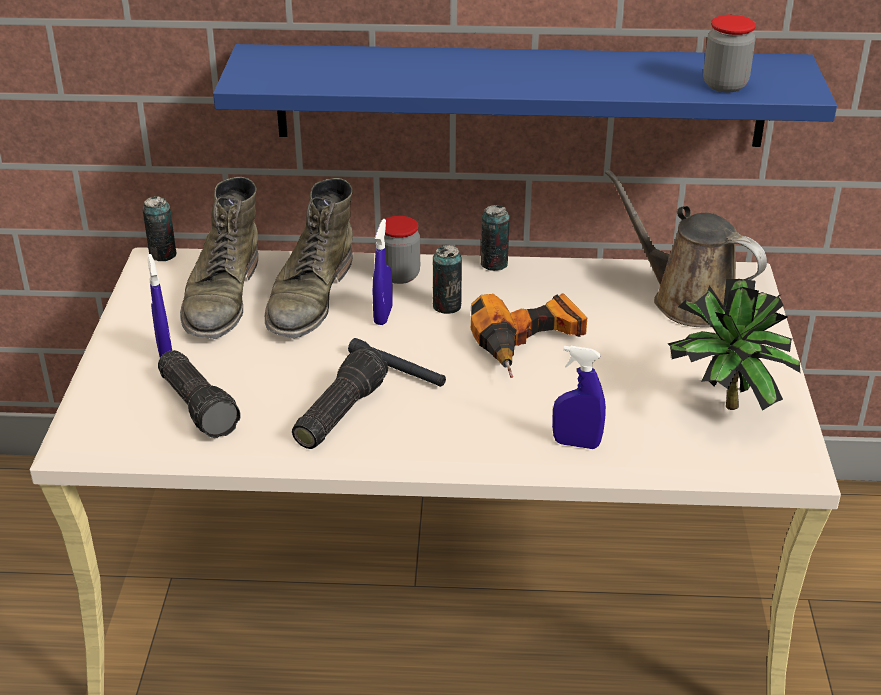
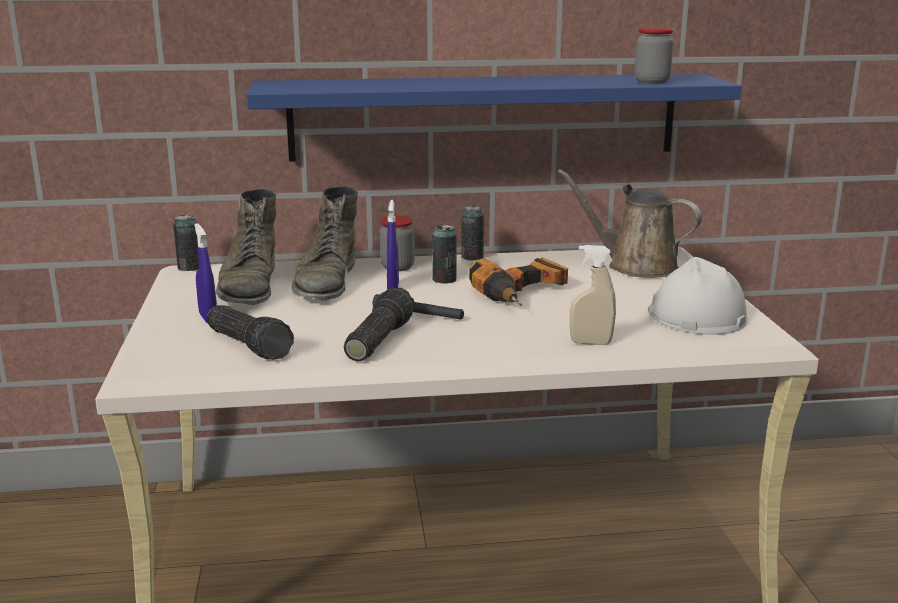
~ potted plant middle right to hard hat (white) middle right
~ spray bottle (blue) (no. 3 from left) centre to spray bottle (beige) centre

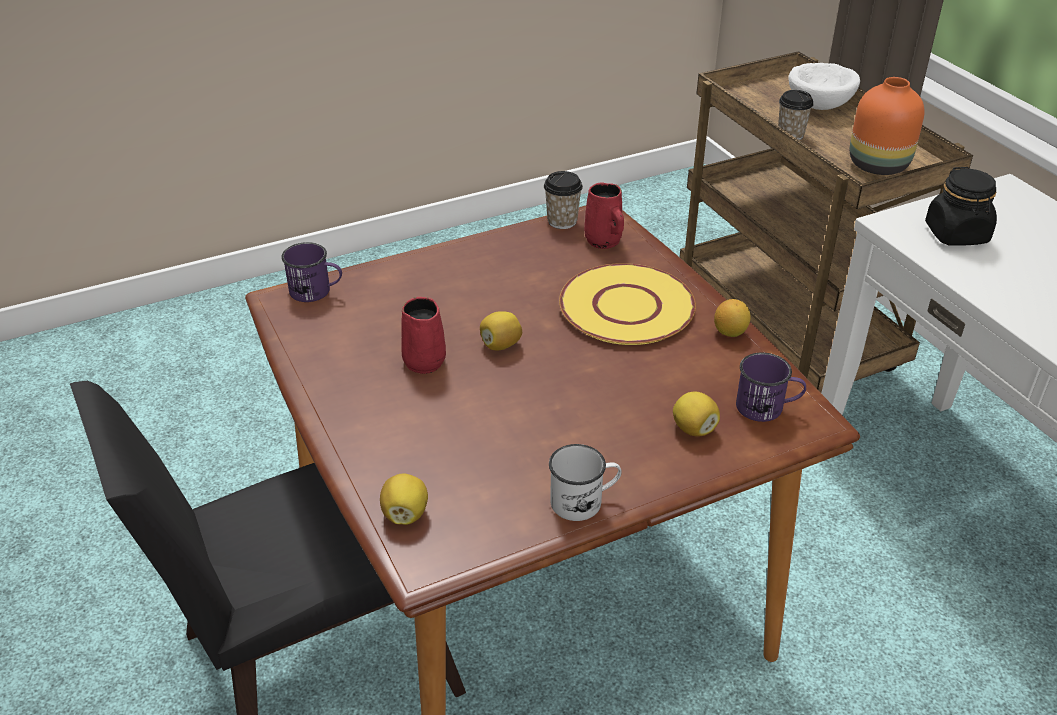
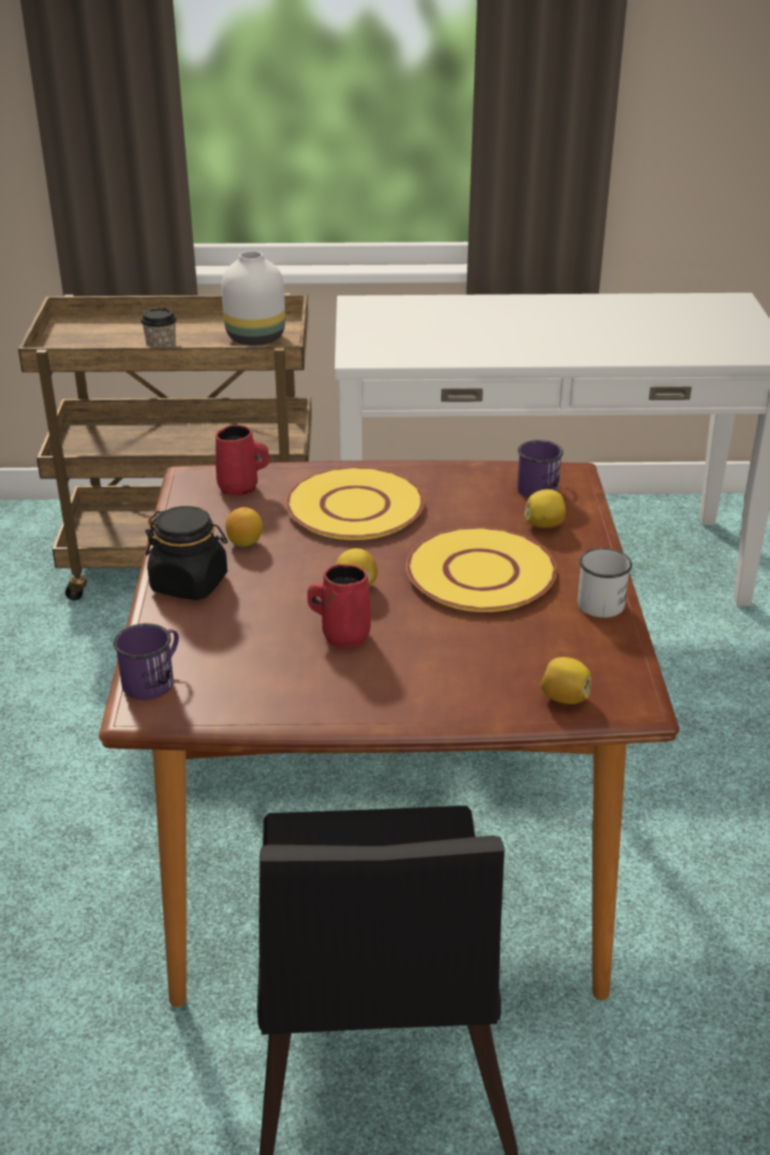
- cup (no. 1 from left) top centre
- bowl (white) top right
+ plate (yellow) (no. 2 from left) centre
~ lemon (no. 4 from left in the first image) middle right to lemon (no. 1 from left) middle left
~ jar (black) top right to middle left
~ vase (orange) top right to vase (white) top left

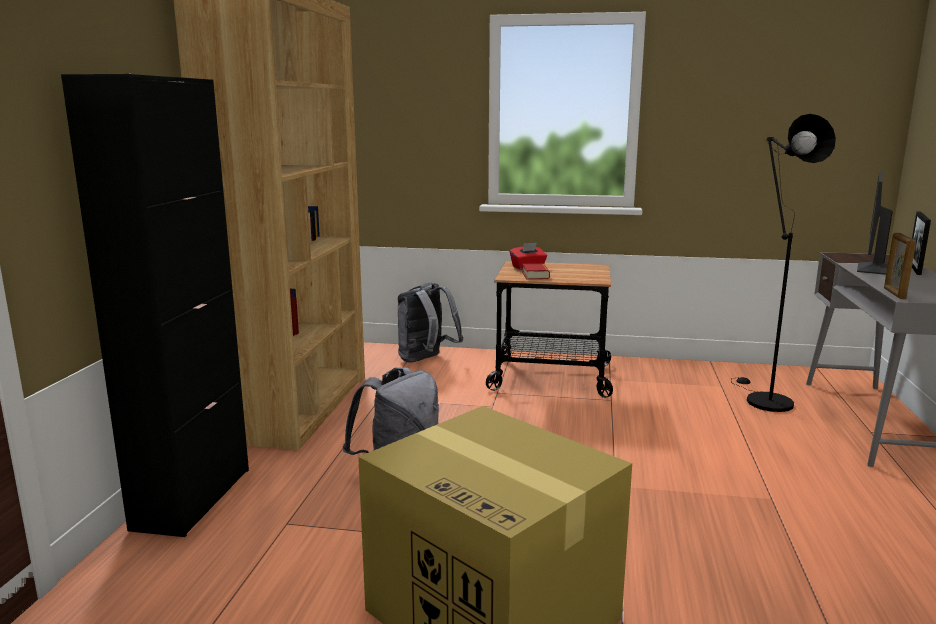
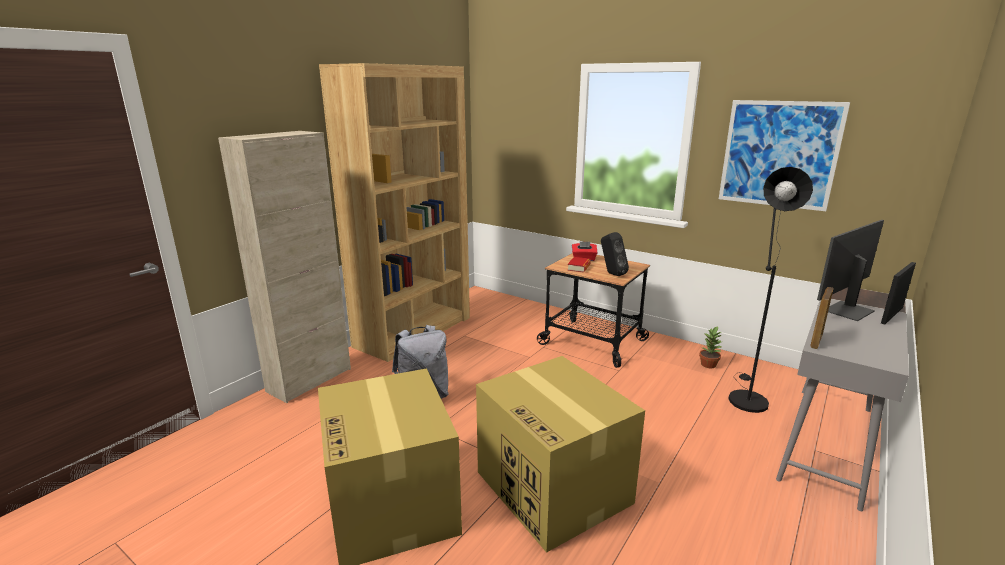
- backpack (grey) (no. 2 from left) centre
+ cardboard box (no. 2 from left) bottom centre
+ speaker (black) centre
+ potted plant middle right
+ picture top right
~ cabinet (black) middle left to cabinet (beige) middle left

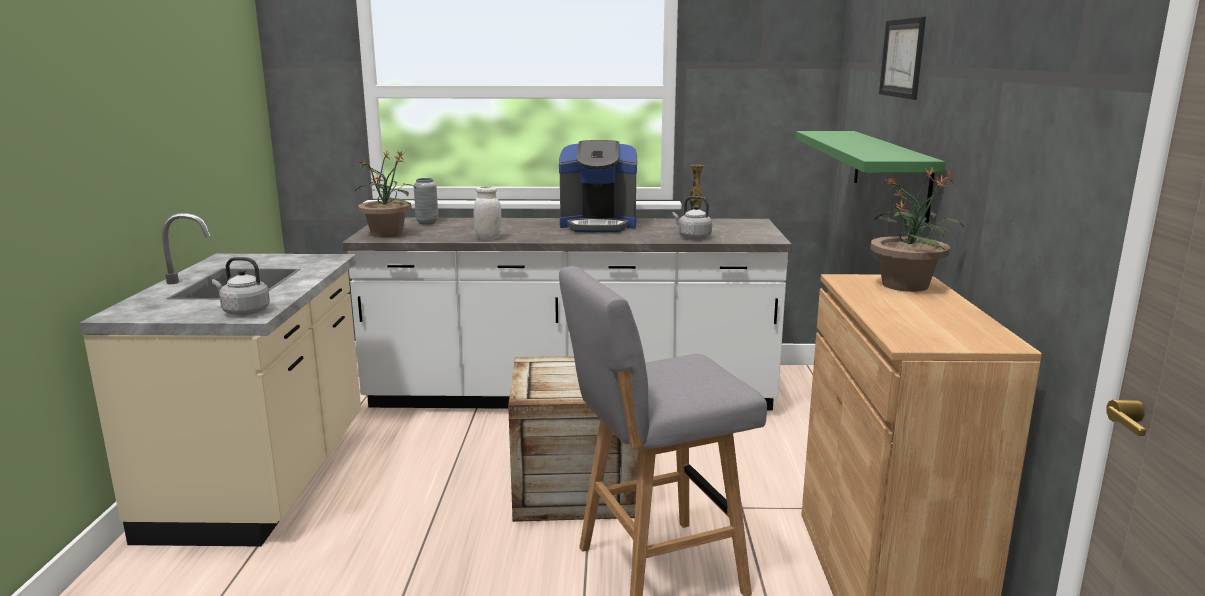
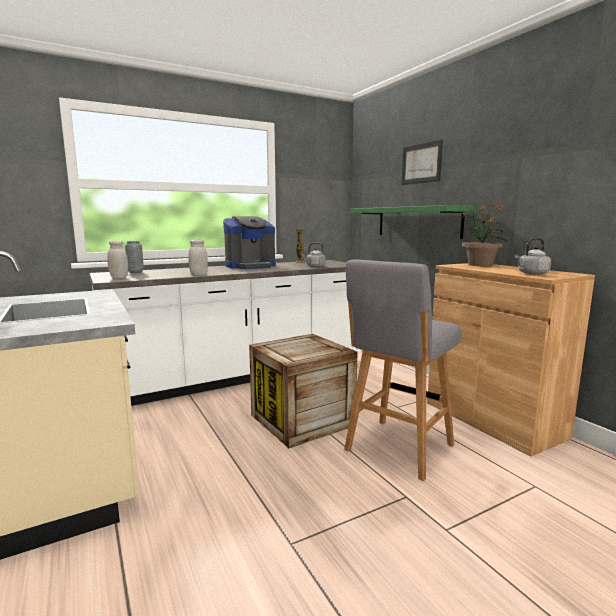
~ kettle (grey) (no. 1 from left in the first image) middle left to kettle (grey) (no. 2 from left) middle right
~ potted plant (no. 1 from left) top left to jar (white) (no. 1 from left) middle left

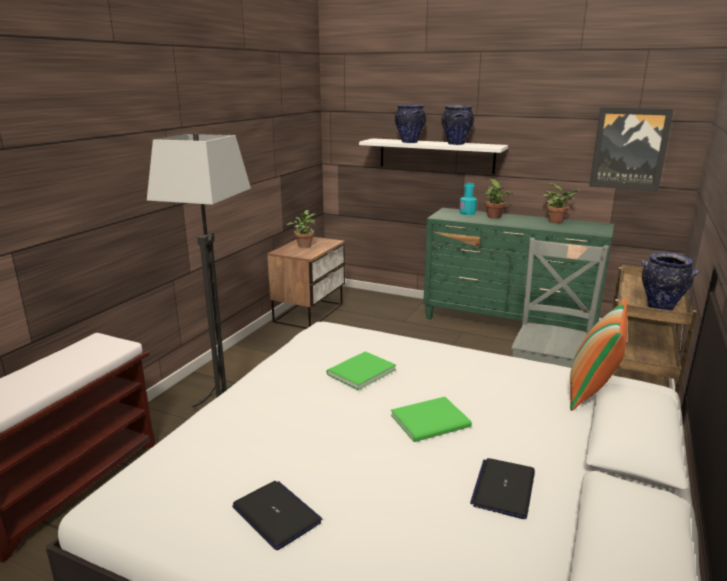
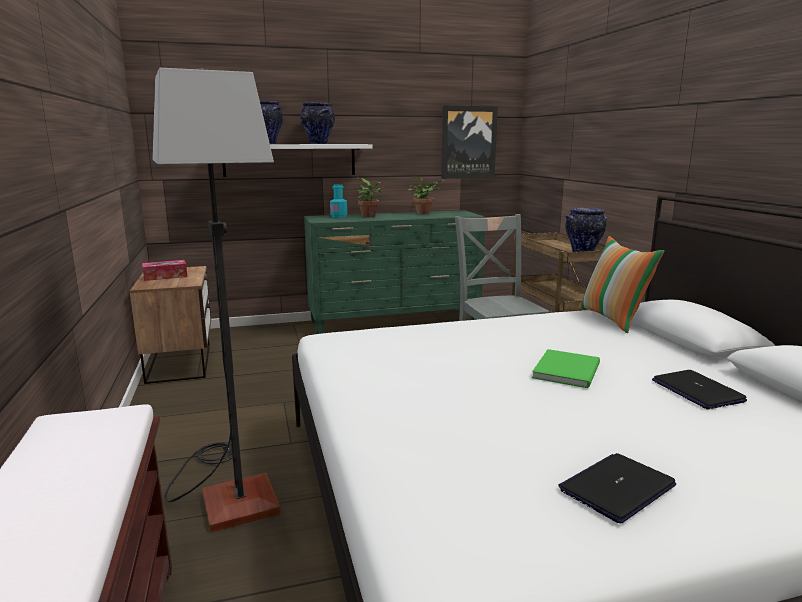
- book (green) (no. 1 from left) centre
~ potted plant (no. 1 from left) centre to tissue box middle left
~ laptop (no. 1 from left) bottom centre = bottom right 45 degrees counterclockwise

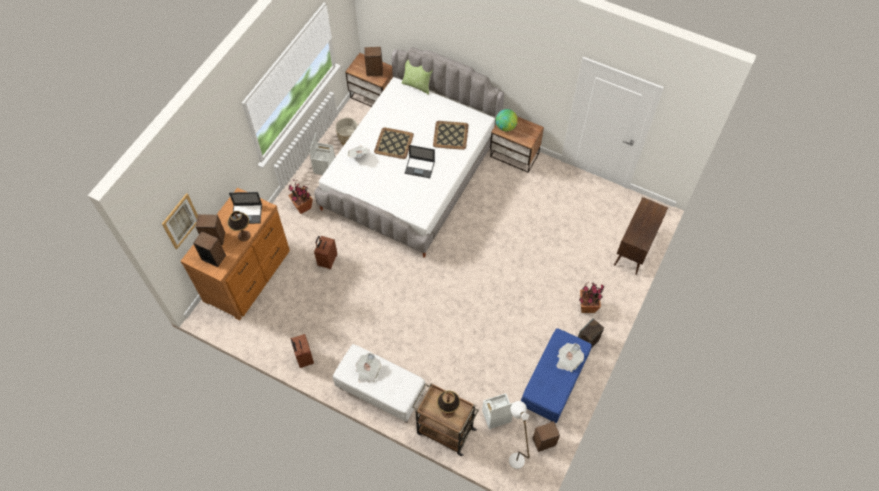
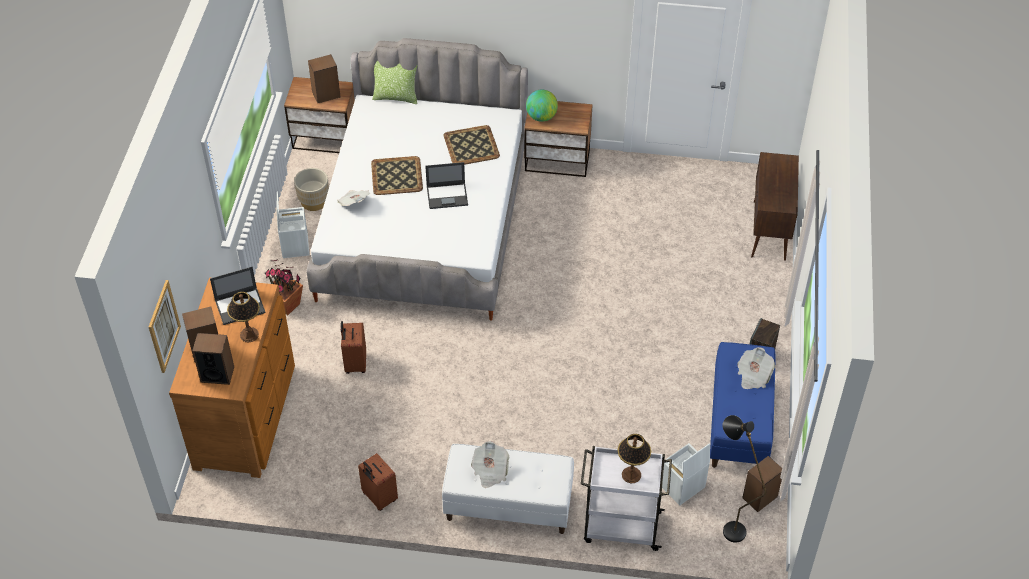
- potted plant (no. 2 from left) middle right
~ cart (brown) bottom centre to cart (white) bottom centre
~ floor lamp (white) bottom centre to floor lamp (black) bottom right

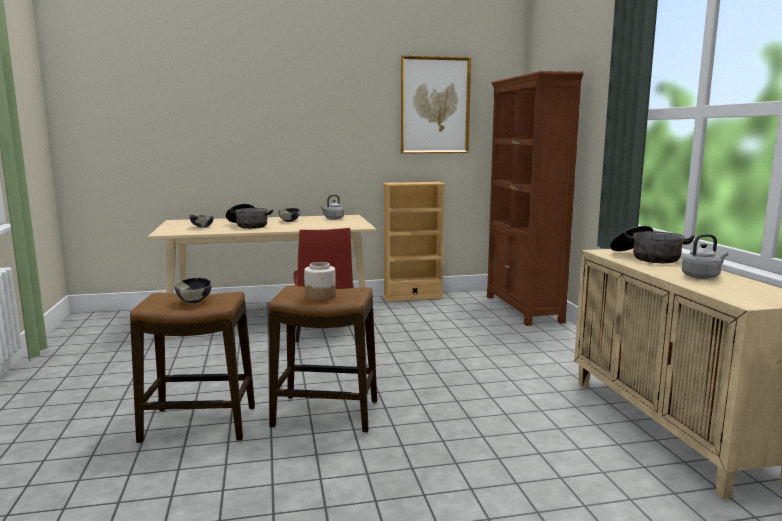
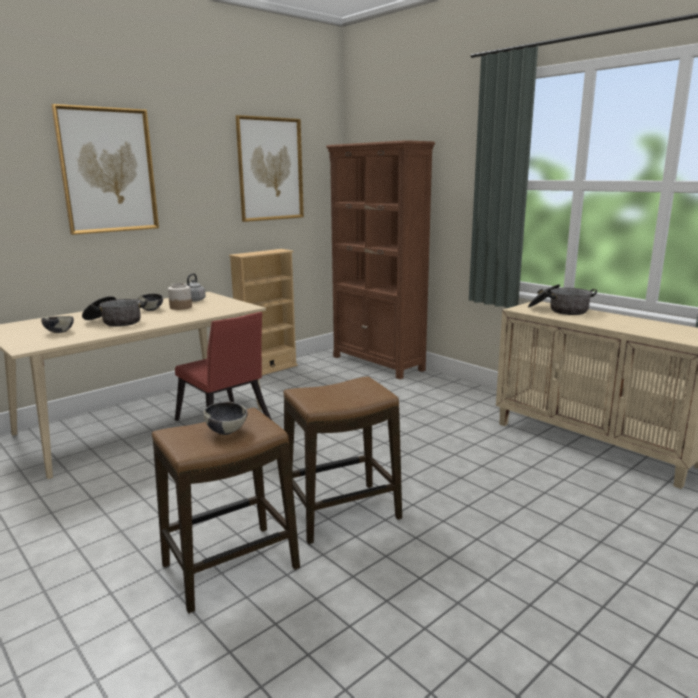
- kettle (grey) (no. 2 from left) middle right
+ picture (no. 1 from left) top left
~ jar centre to middle left

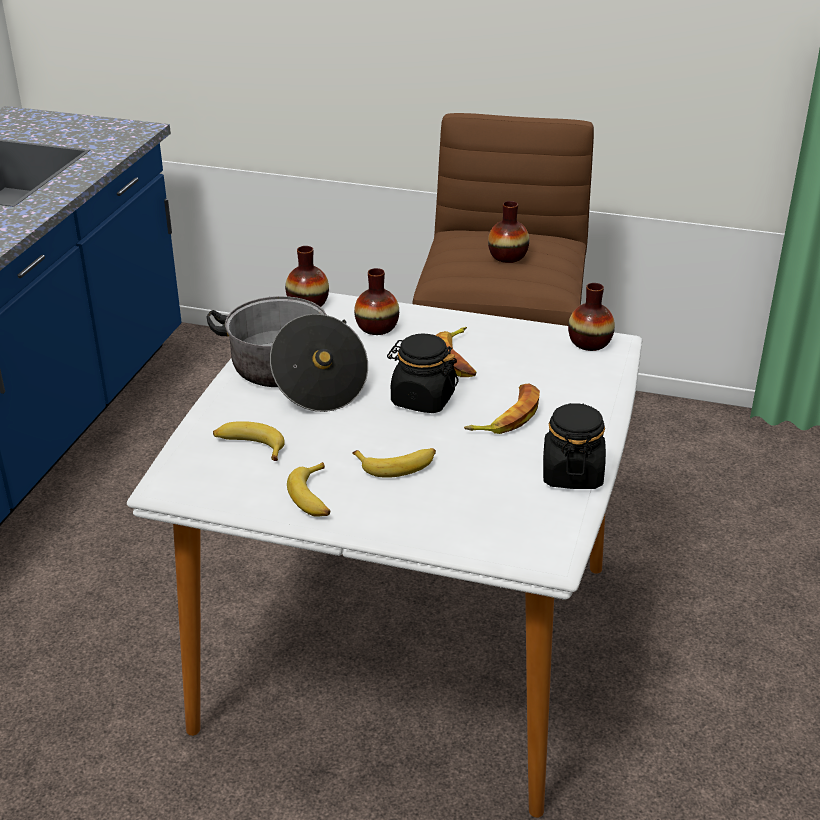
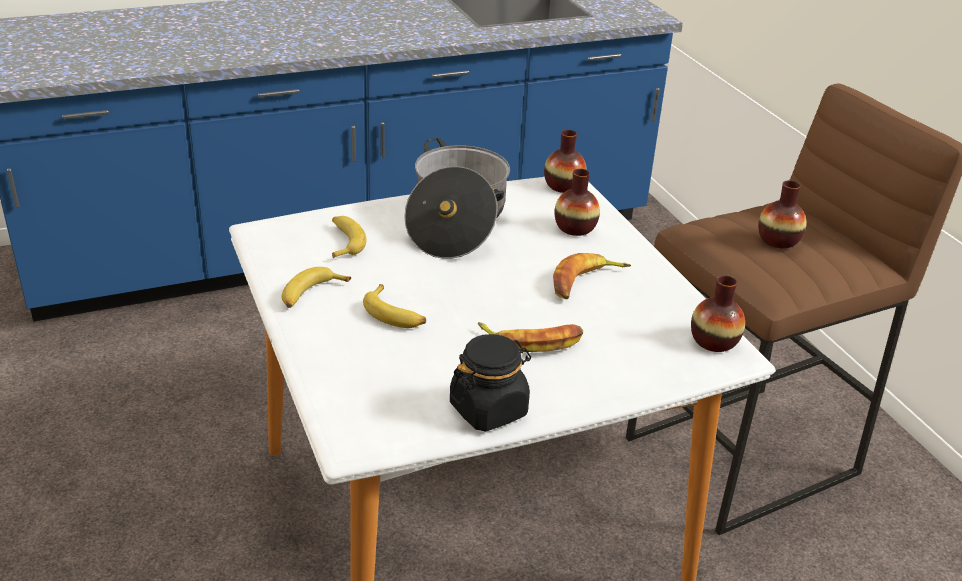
- jar (black) (no. 1 from left) centre

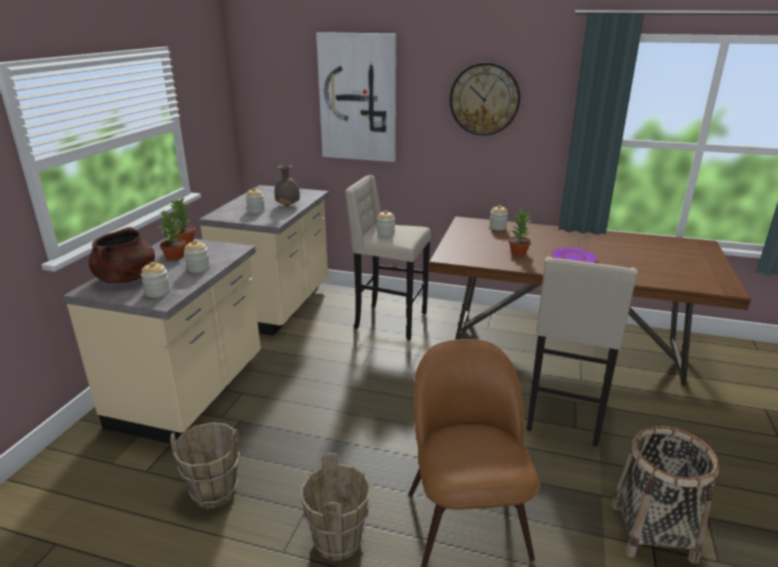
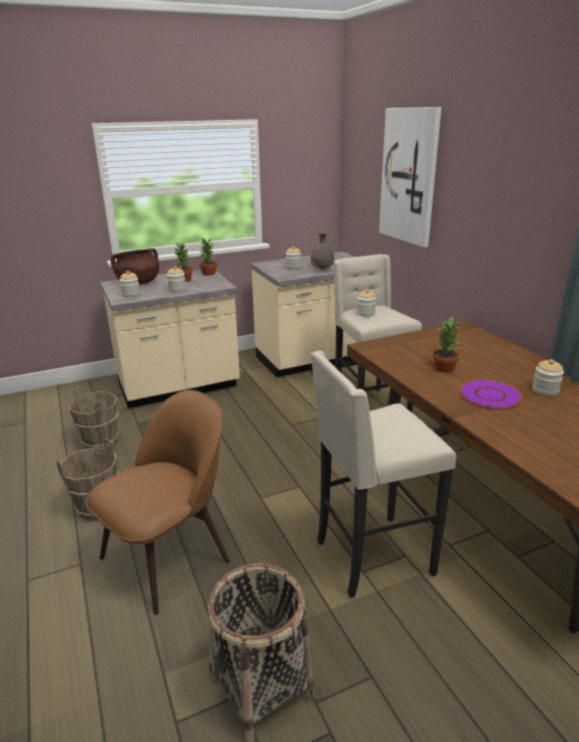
- wall clock top centre
~ jar (no. 5 from left) centre to middle right

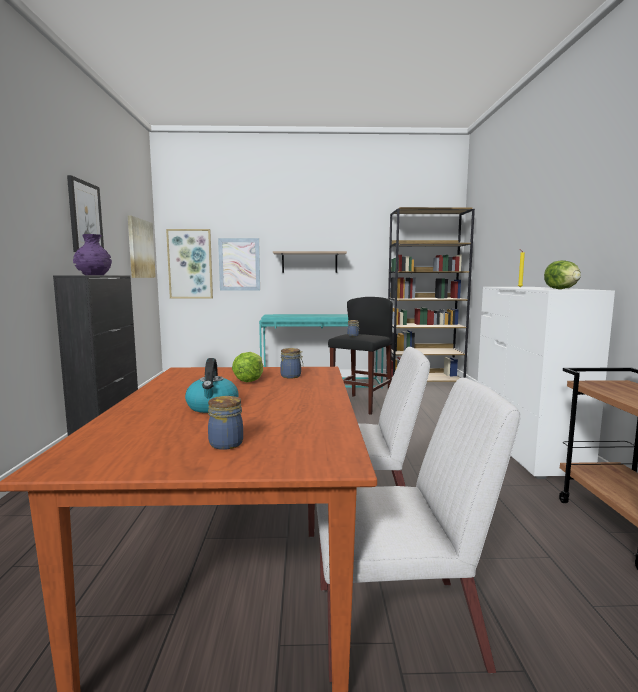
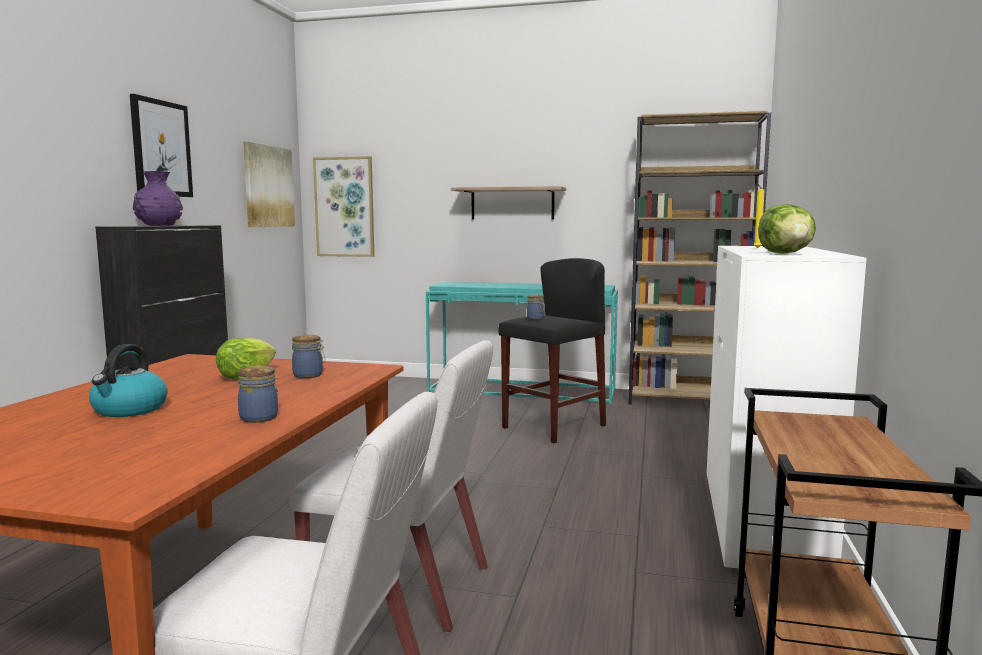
- picture (no. 4 from left) centre
~ jar (no. 1 from left) centre to middle left

